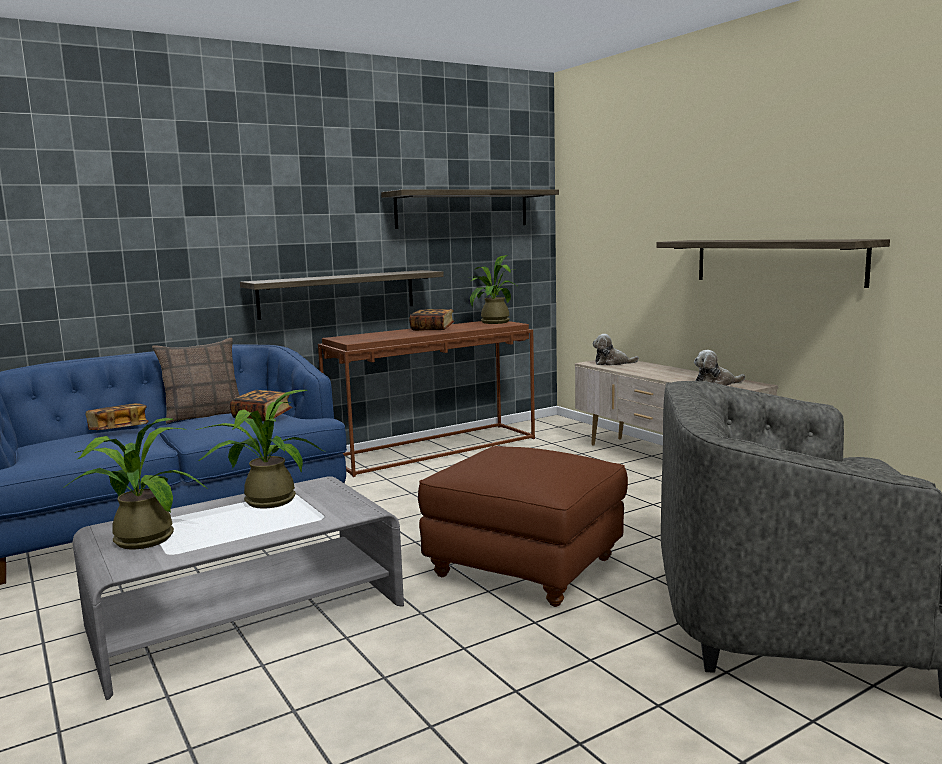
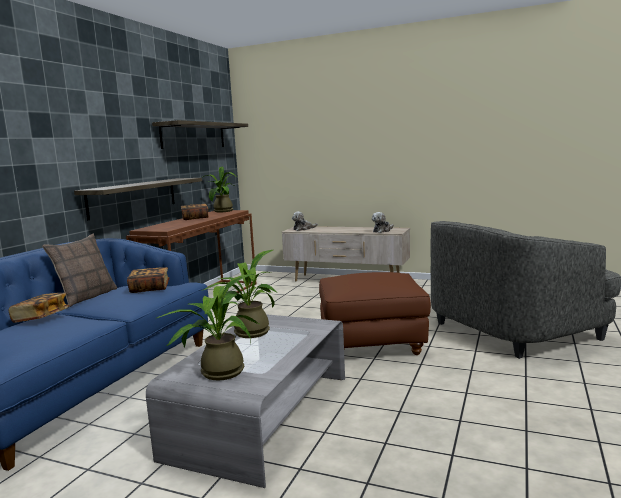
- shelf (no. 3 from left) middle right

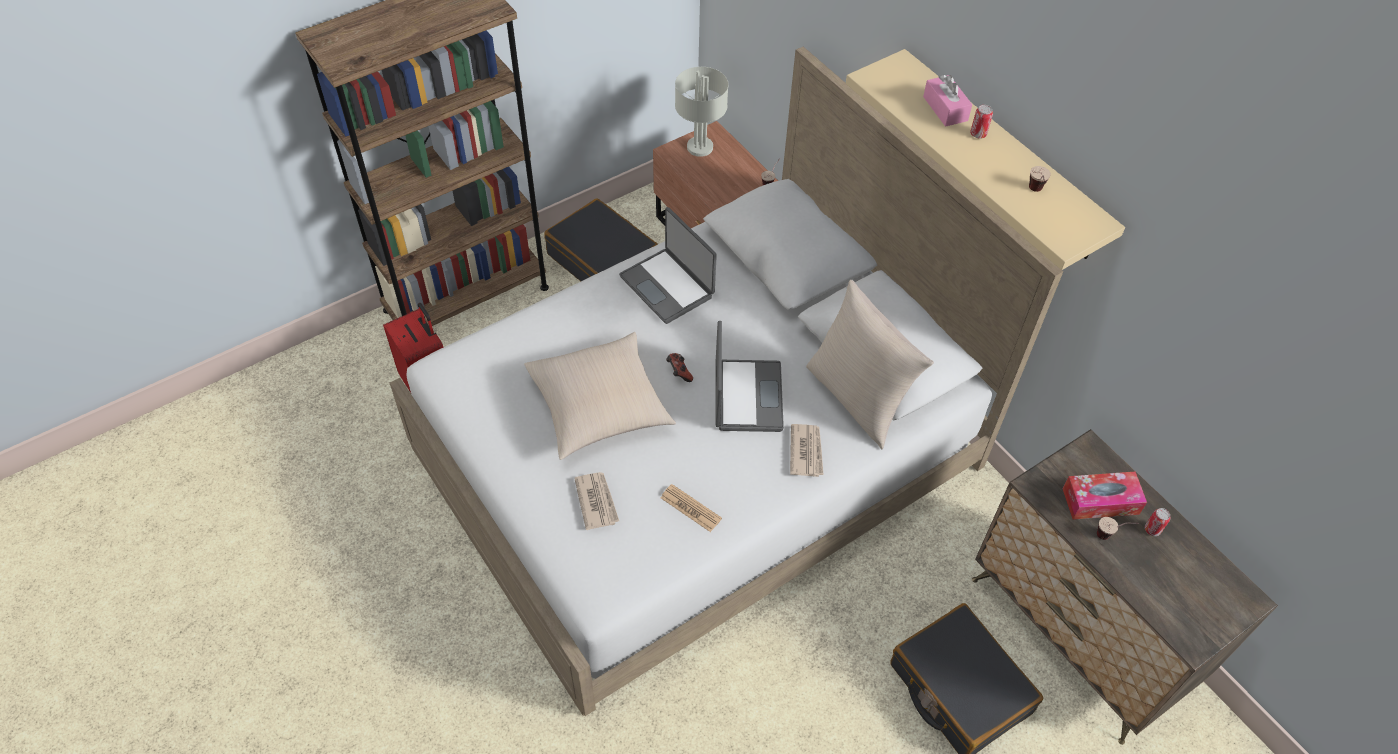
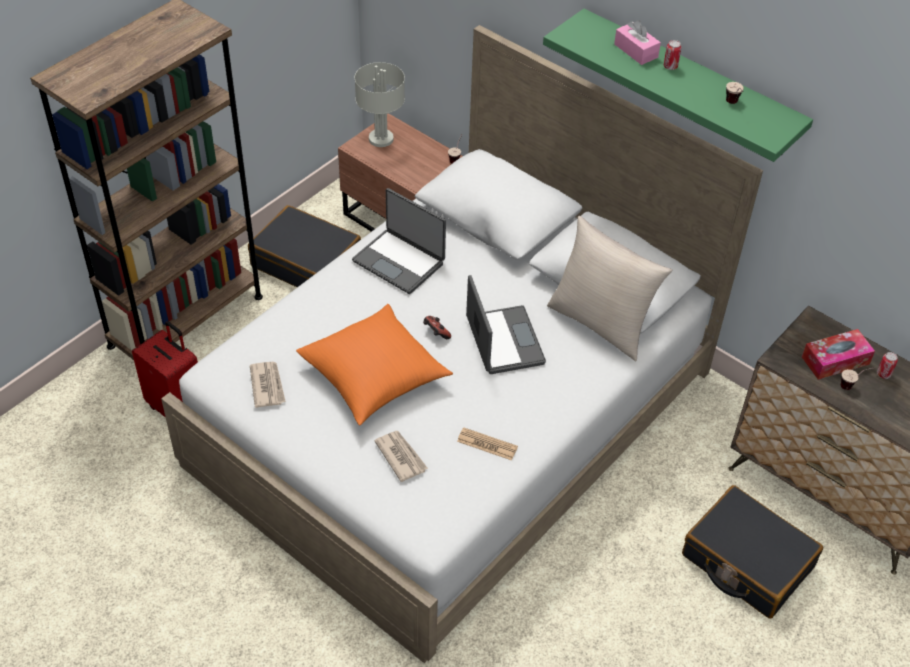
~ newspaper (no. 3 from left in the first image) centre to newspaper (no. 1 from left) middle left
~ pillow (beige) (no. 1 from left) centre to pillow (orange) centre
~ shelf (beige) top right to shelf (green) top right

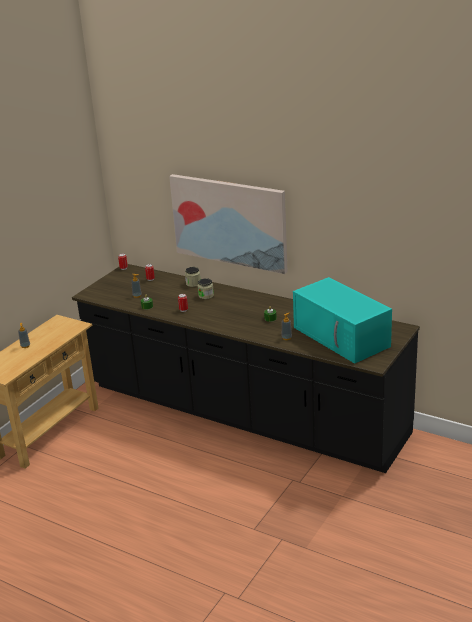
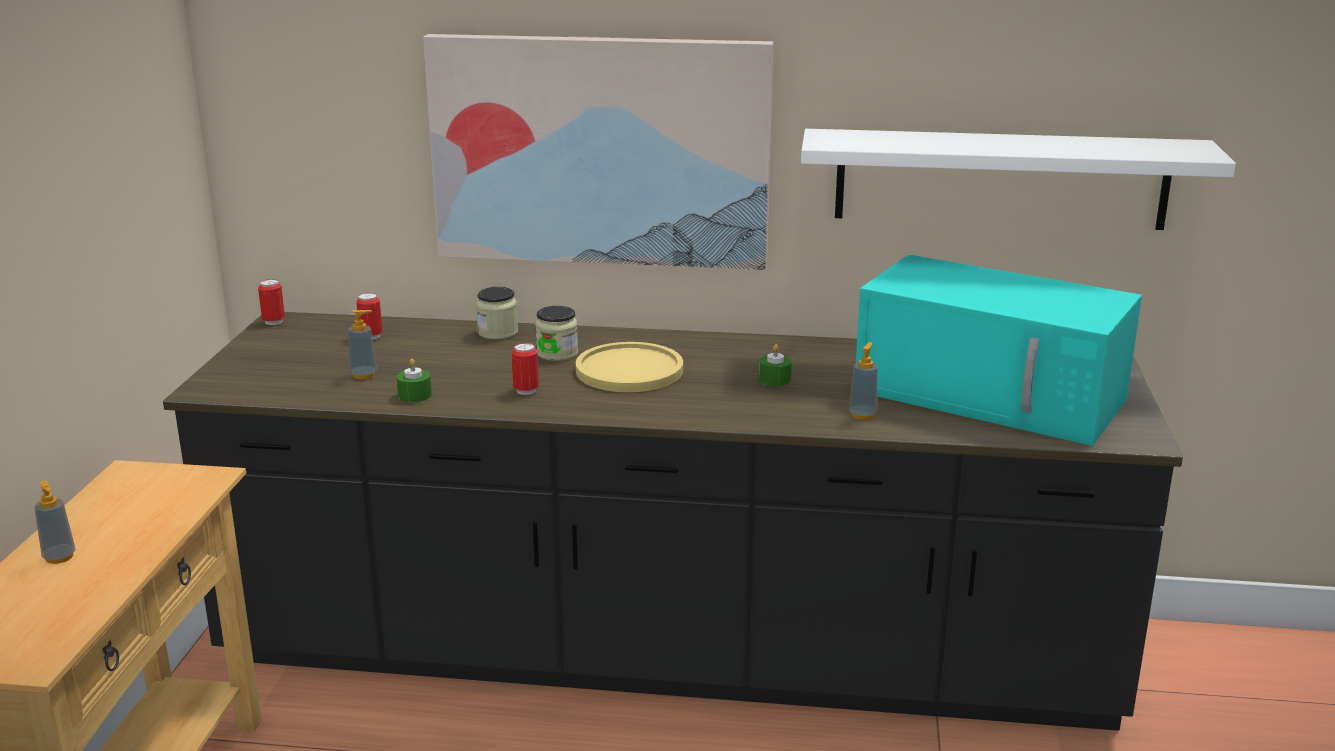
+ plate (yellow) centre
+ shelf (white) top right

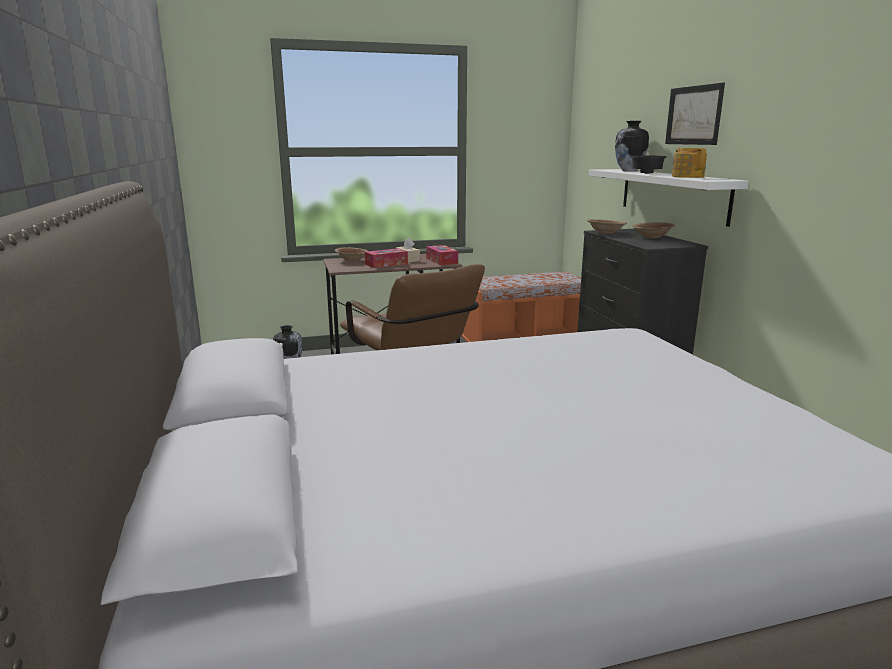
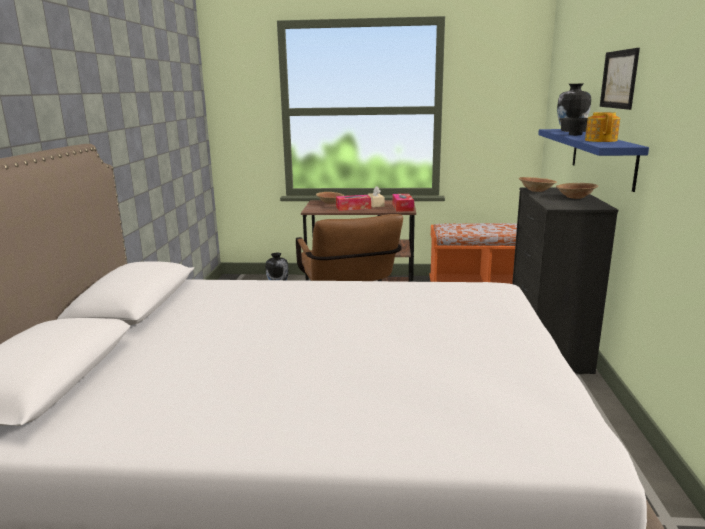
~ shelf (white) top right to shelf (blue) top right

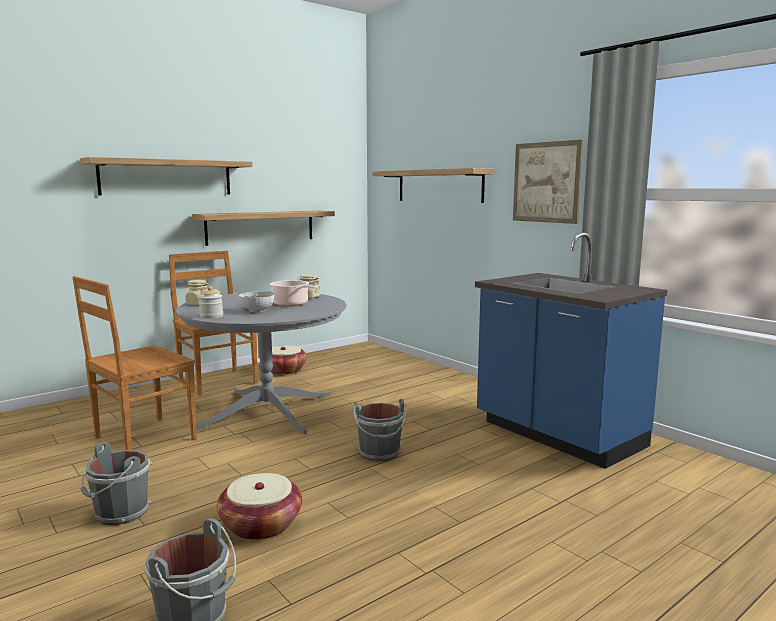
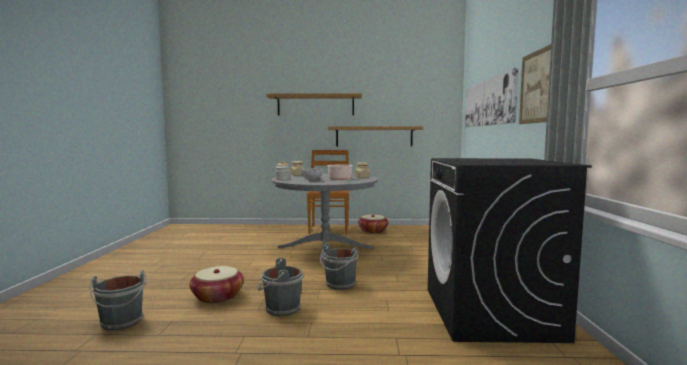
- chair (brown) (no. 1 from left) middle left
~ bucket (grey) (no. 1 from left in the first image) bottom left to bucket (grey) (no. 2 from left) bottom centre
~ shelf (no. 3 from left) top centre to picture (no. 1 from left) top right
~ counter (blue) middle right to washing machine (black) bottom right

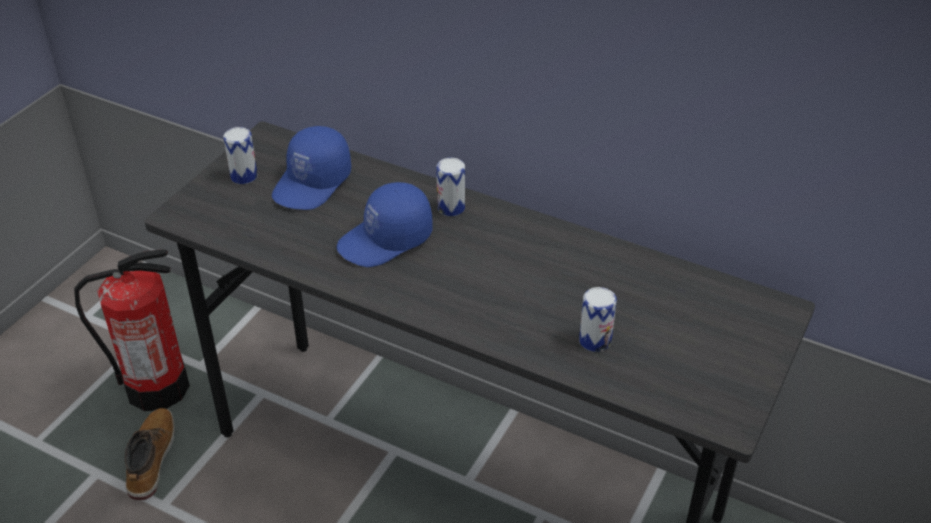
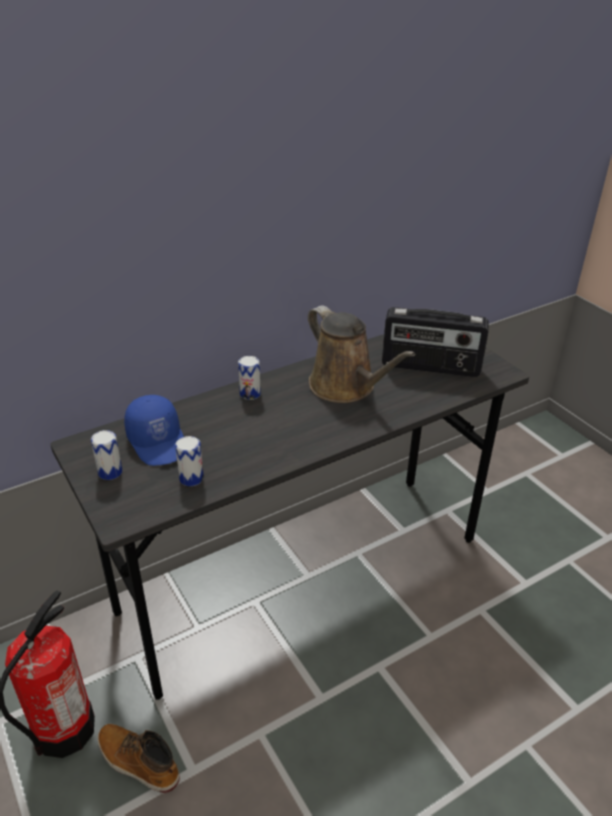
- cap (blue) (no. 2 from left) centre
+ watering can (brown) centre
+ radio middle right
~ can (no. 3 from left in the first image) centre to can (no. 2 from left) middle left

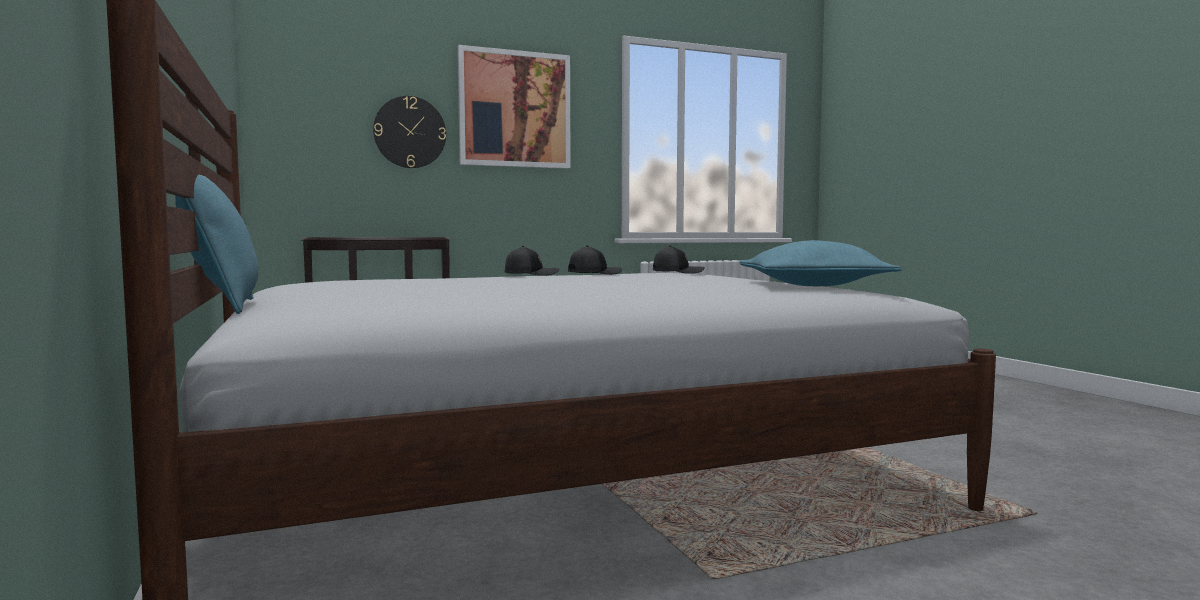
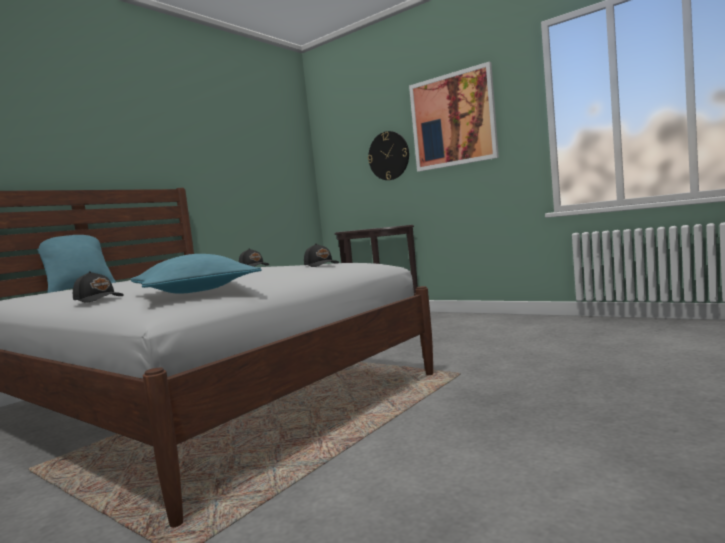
~ cap (black) (no. 2 from left in the first image) centre to cap (black) (no. 1 from left) middle left

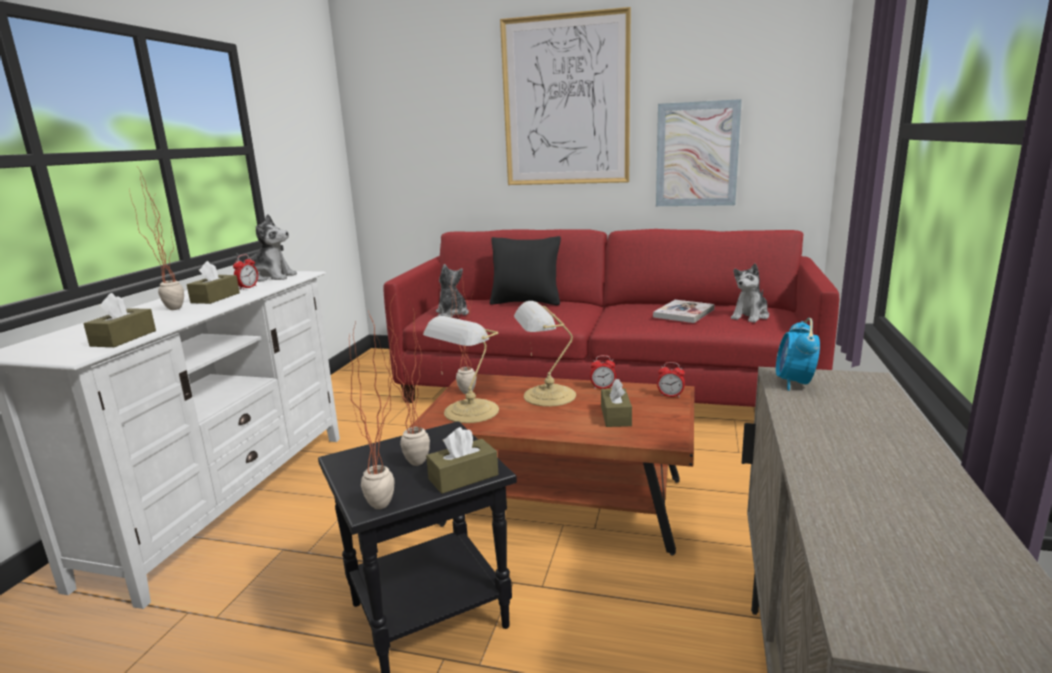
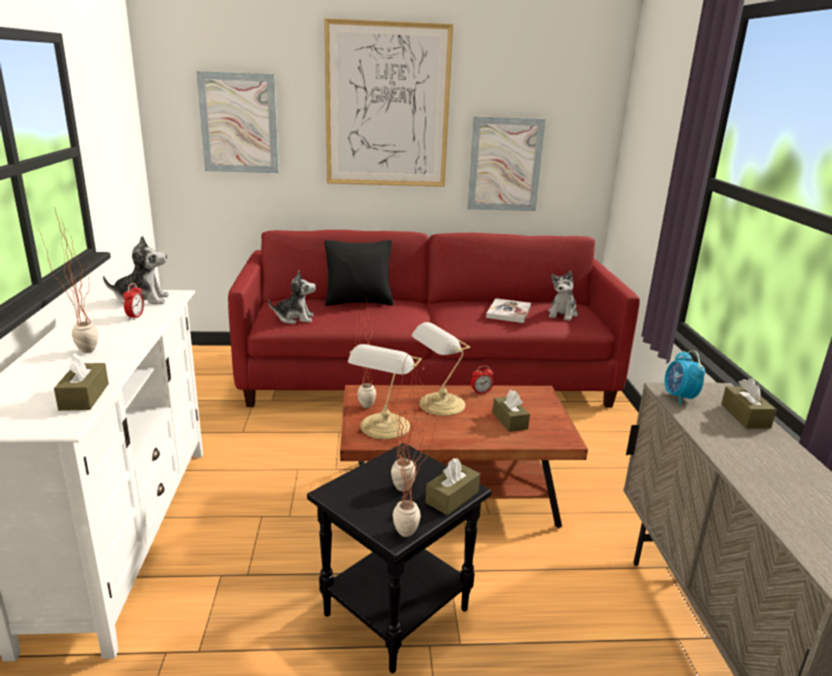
- alarm clock (no. 3 from left) centre
+ picture (no. 1 from left) top left
~ tissue box (brown) (no. 2 from left in the first image) middle left to tissue box (brown) (no. 4 from left) middle right
~ plush toy (no. 2 from left) centre = centre 135 degrees clockwise

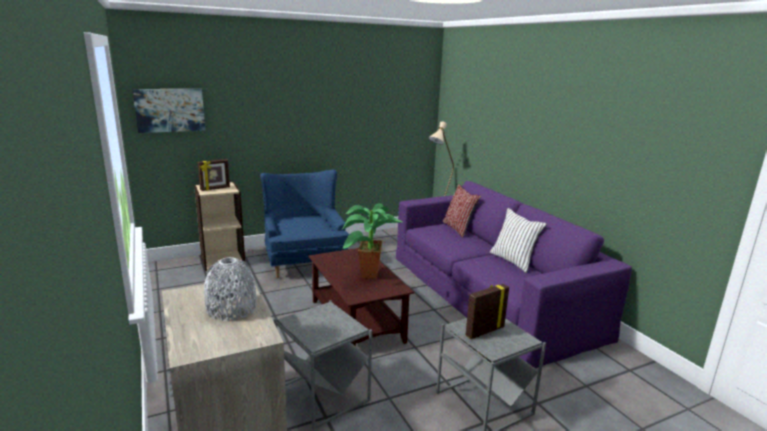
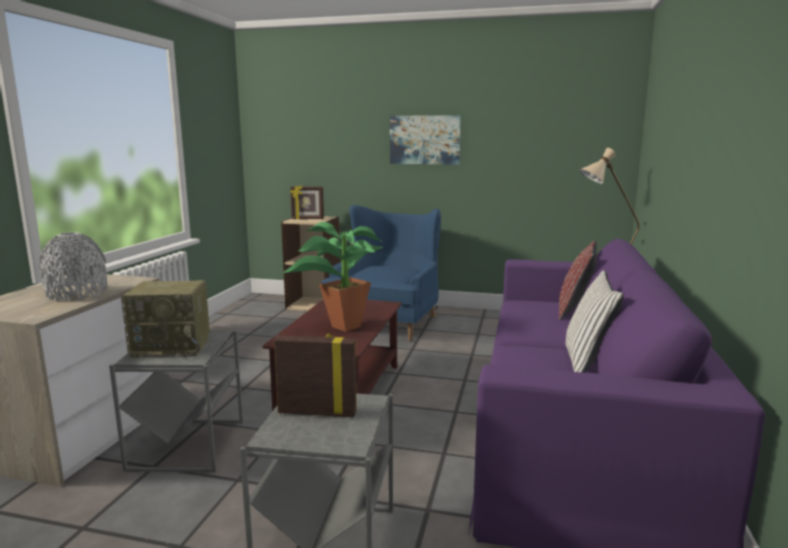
+ radio middle left
~ picture top left to top centre

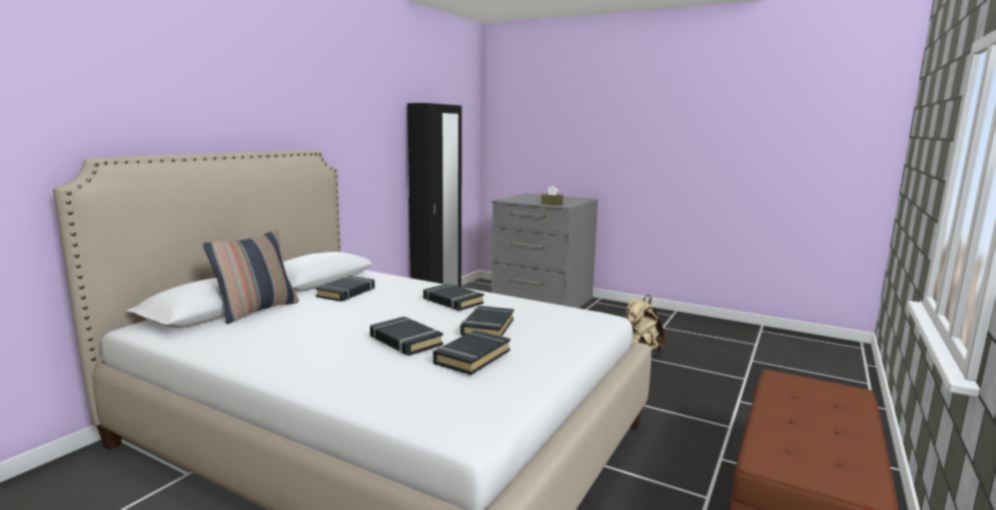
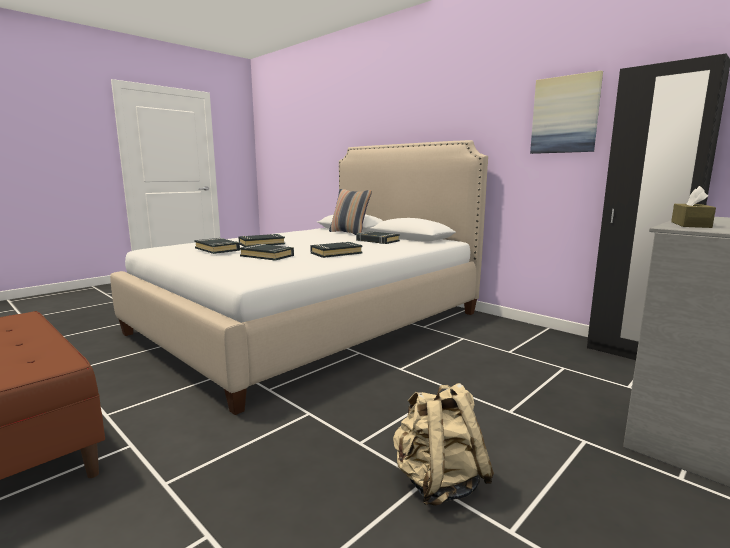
+ picture top right

